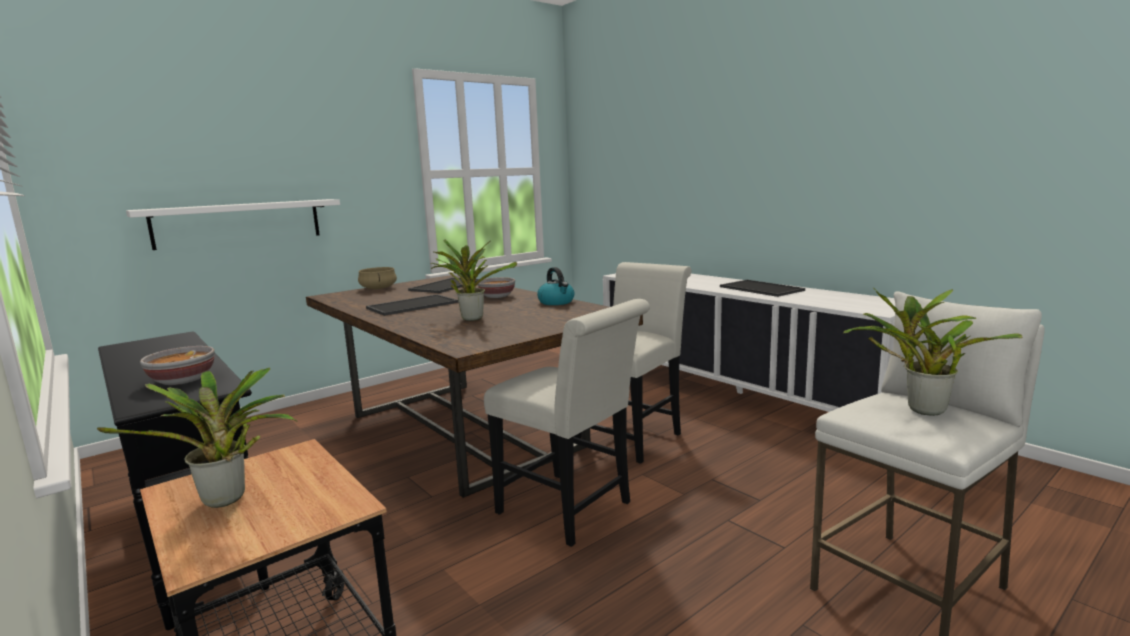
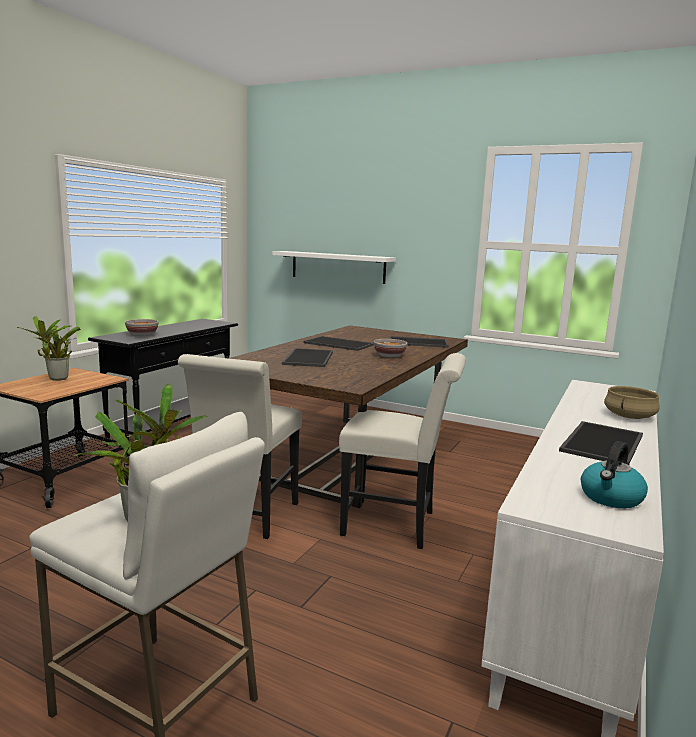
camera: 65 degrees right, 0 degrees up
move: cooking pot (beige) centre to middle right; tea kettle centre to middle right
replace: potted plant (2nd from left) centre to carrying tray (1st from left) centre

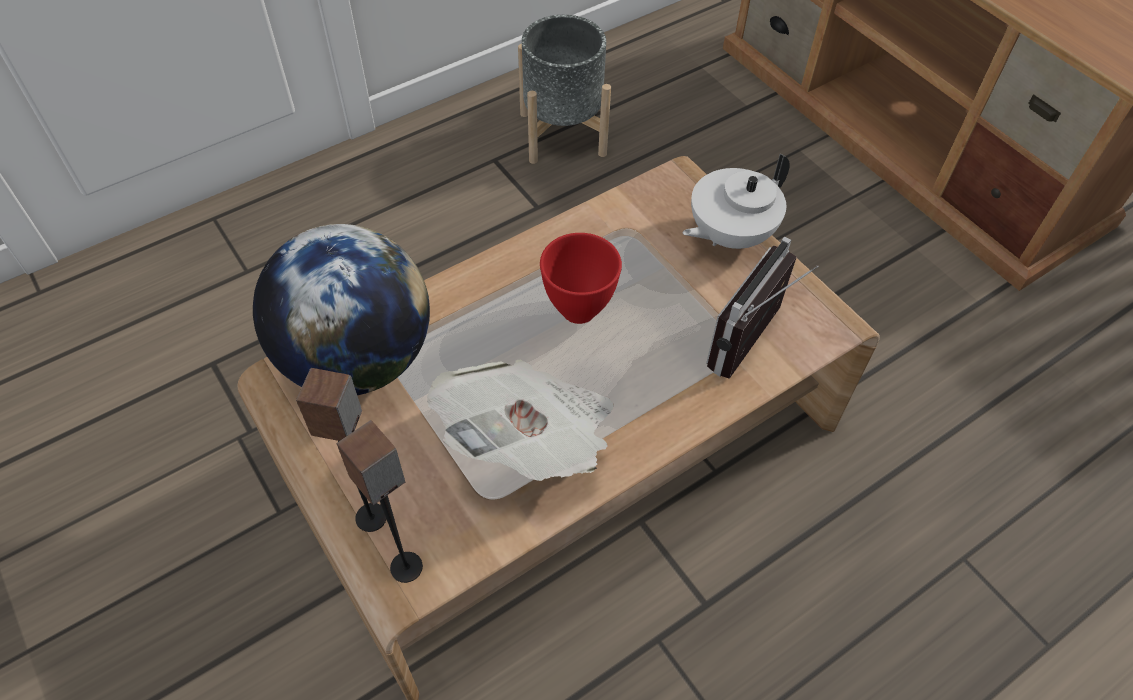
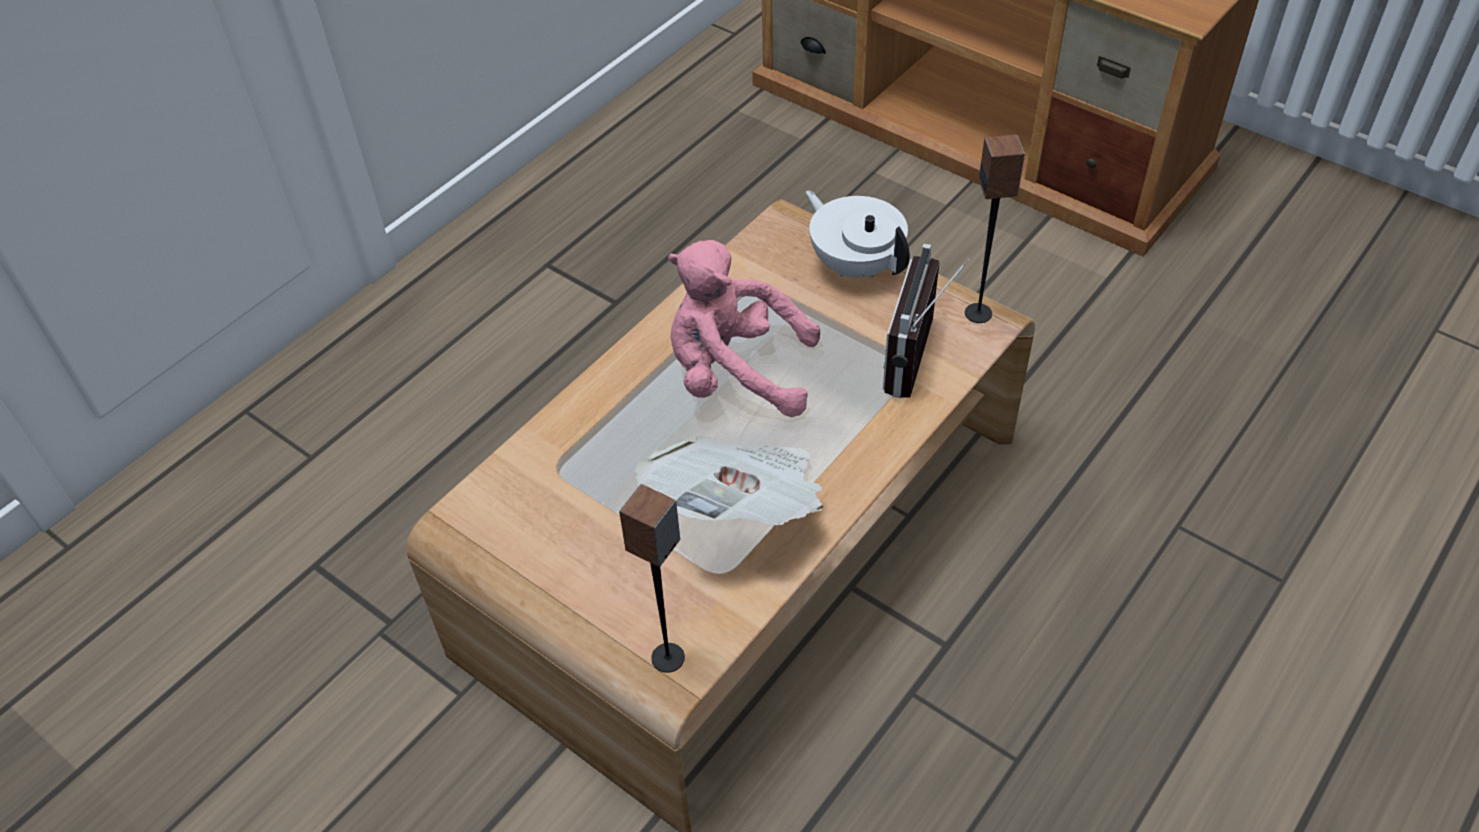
camera: 15 degrees left, 5 degrees down
delete: desk globe middle left; planter (gray) top centre
move: loudspeaker (1st from left in the first image) middle left to loudspeaker (2nd from left) top right
replace: bowl (reddish) centre to soft toy (pink) centre
rotate: pot for tea (white-coloured) top centre = top centre 105 degrees clockwise

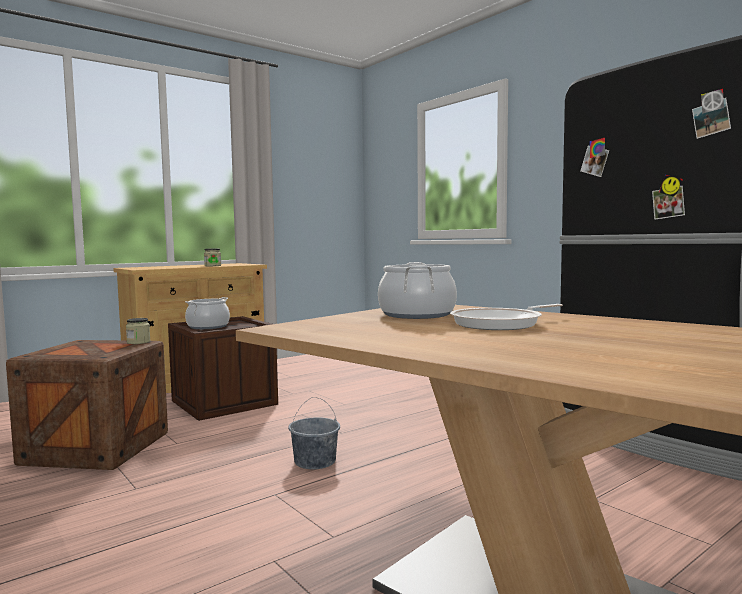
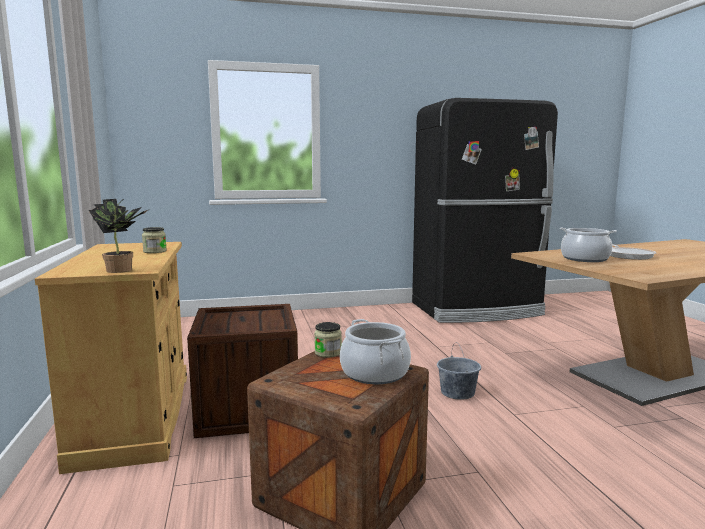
camera: 65 degrees left, 5 degrees up
insert: potted plant middle left
move: cooking pot (1st from left) middle left to centre

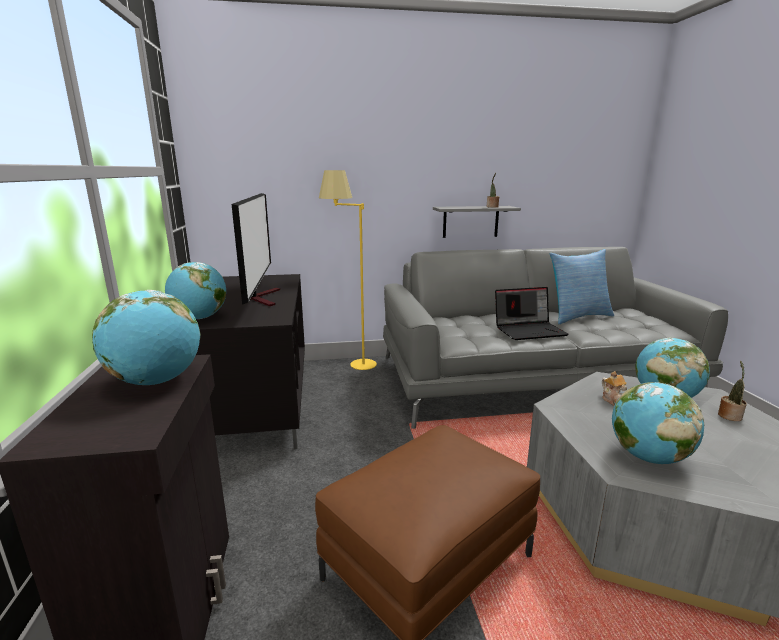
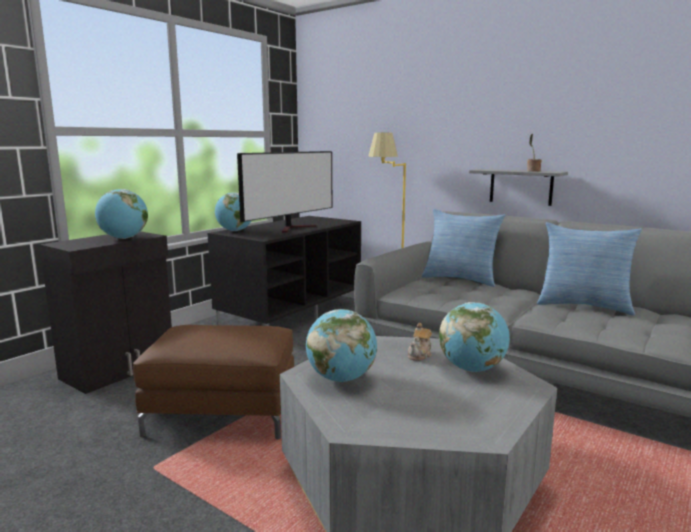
camera: 45 degrees right, 5 degrees down
delete: portable computer middle right; potted plant (2nd from left) middle right
insert: cushion (1st from left) middle right

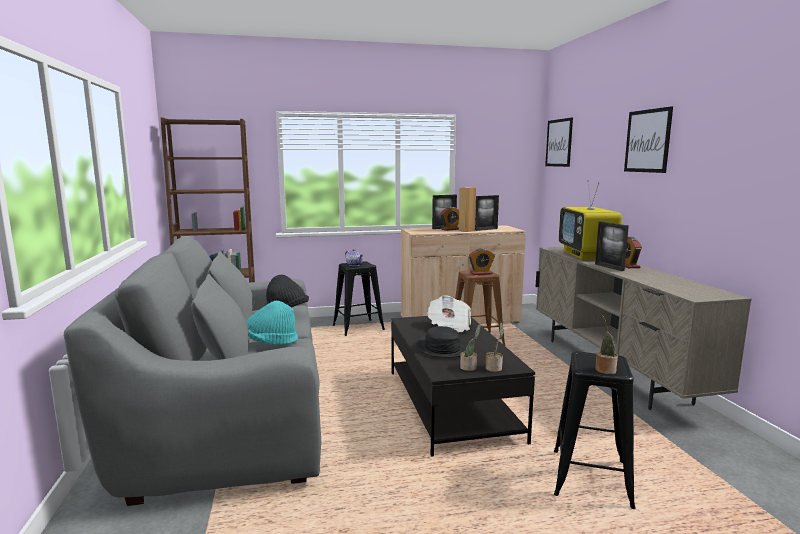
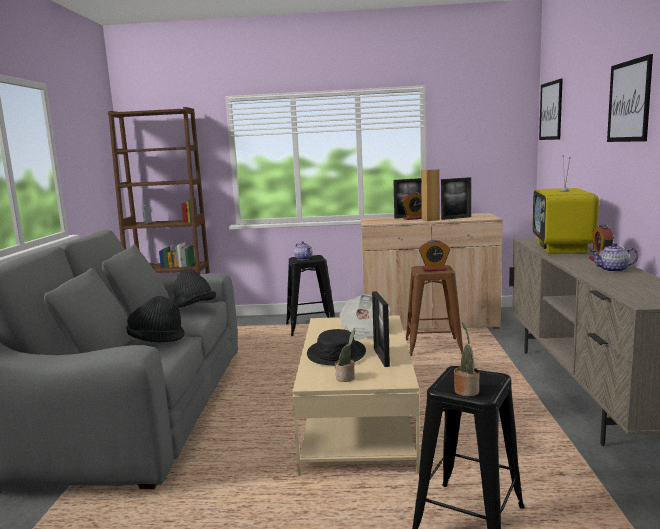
camera: 15 degrees right, 0 degrees up
delete: potted plant (2nd from left) centre
insert: pot for tea (2nd from left) middle right
move: picture frame (3rd from left in the first image) middle right to picture frame (1st from left) centre
recolor: clothing hat (turquoise-coloured) centre to clothing hat (black-coloured) (1st from left) middle left; coffee table (black-coloured) bottom centre to coffee table (beige) bottom centre

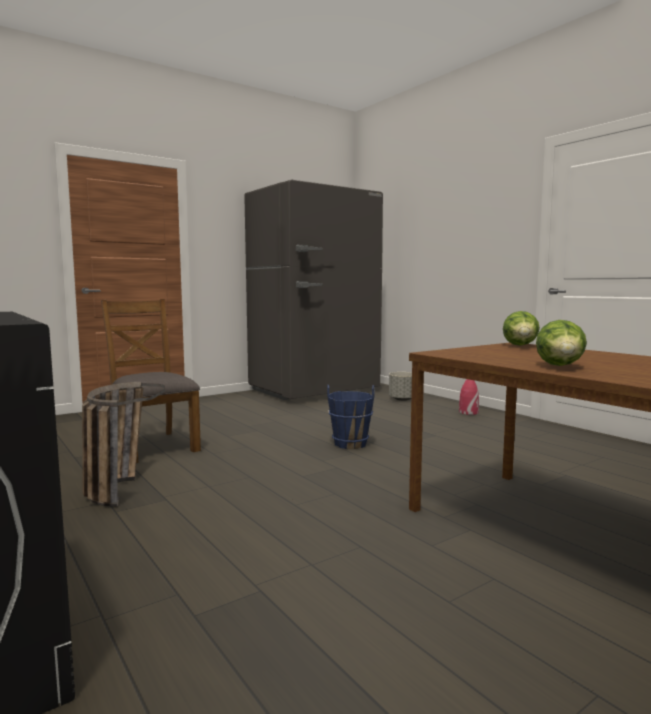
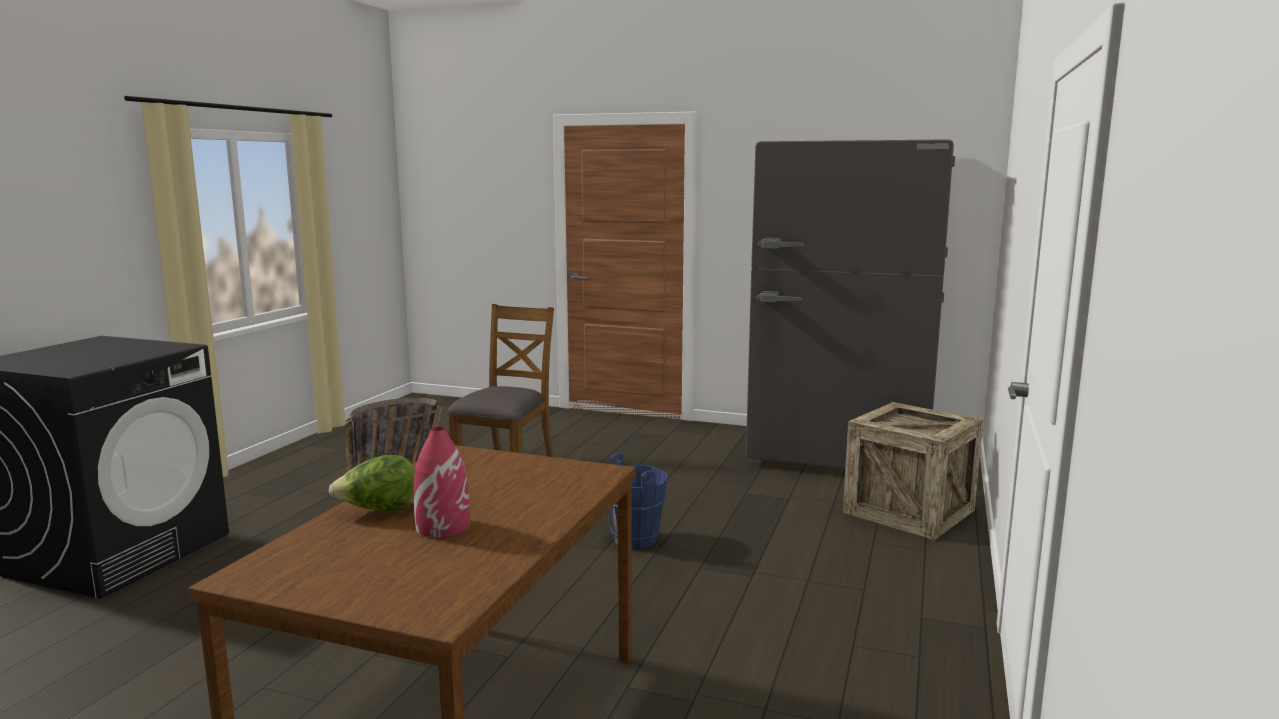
camera: 55 degrees right, 5 degrees up
delete: lettuce head (1st from left) middle right
move: vase (reddish) middle right to bottom centre
replace: planter (gray) centre to shipping crate middle right

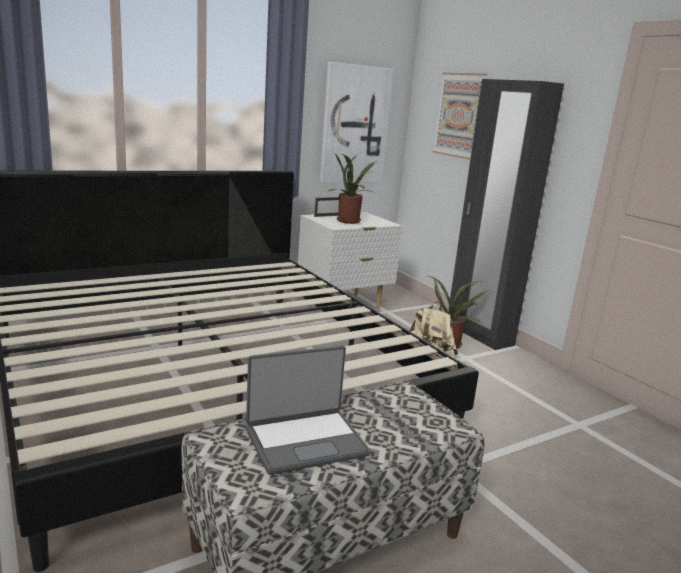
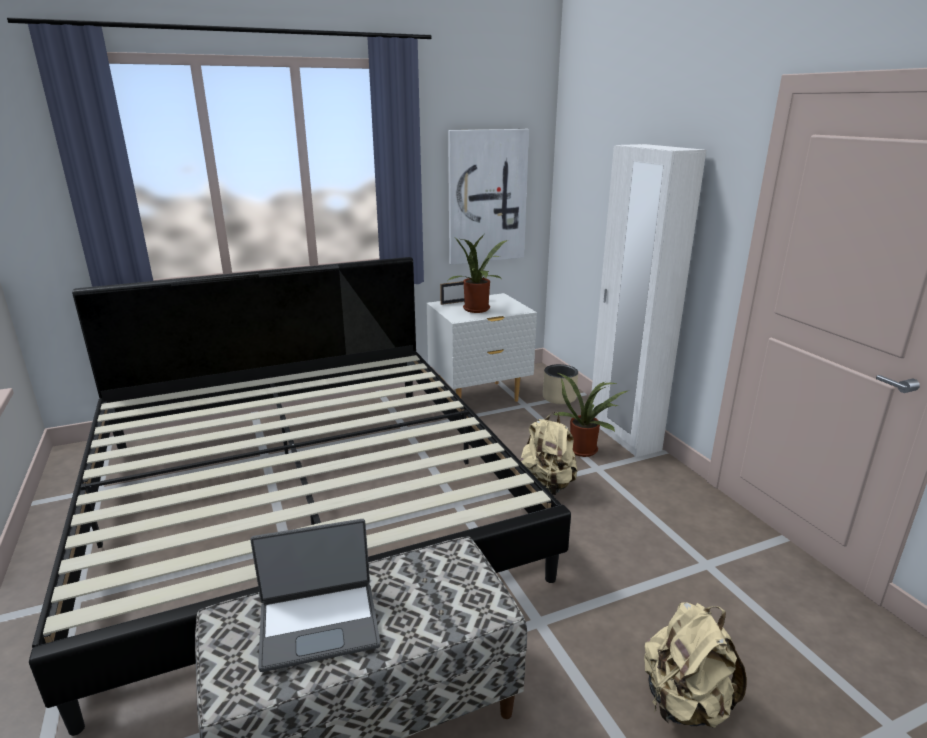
camera: 10 degrees right, 5 degrees up
delete: wall picture (2nd from left) top right
insert: planter (beige) centre; rucksack (beige) (2nd from left) bottom right
recolor: clothes cupboard (black-coloured) middle right to clothes cupboard (white-coloured) middle right

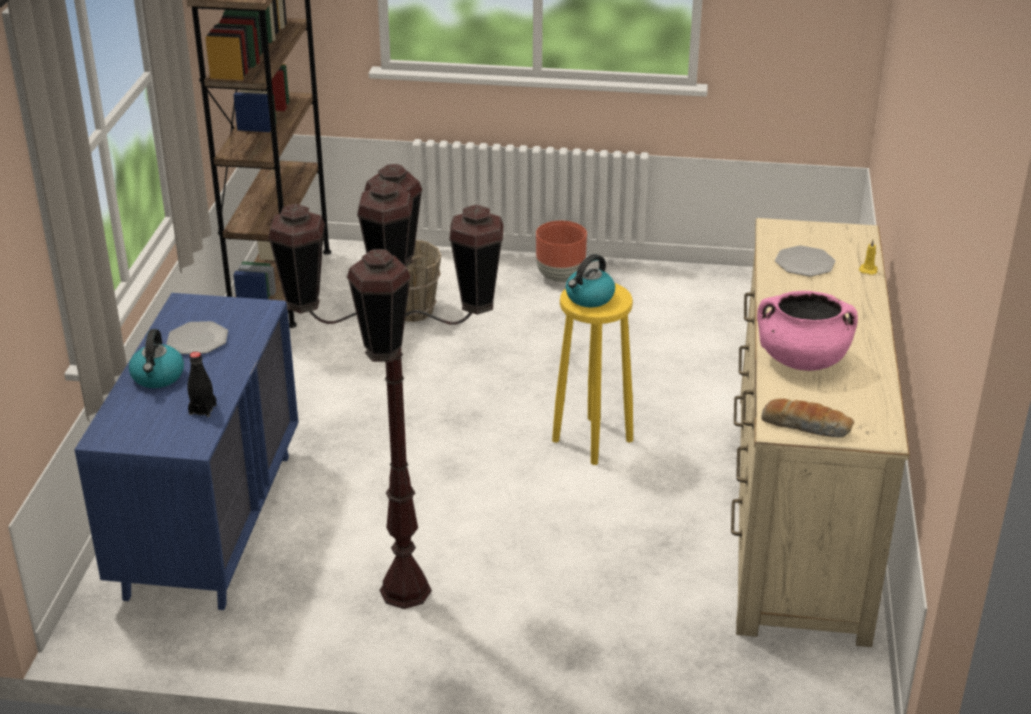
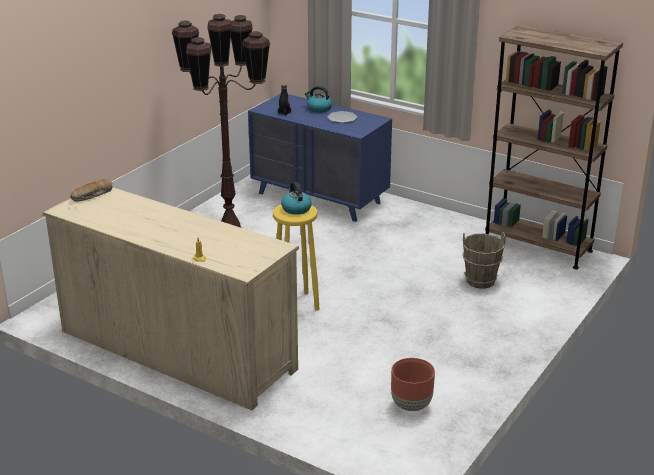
camera: 115 degrees right, 5 degrees down
delete: cooking pot (pink) middle right; plate (2nd from left) middle right
move: planter (brownish) centre to bottom centre

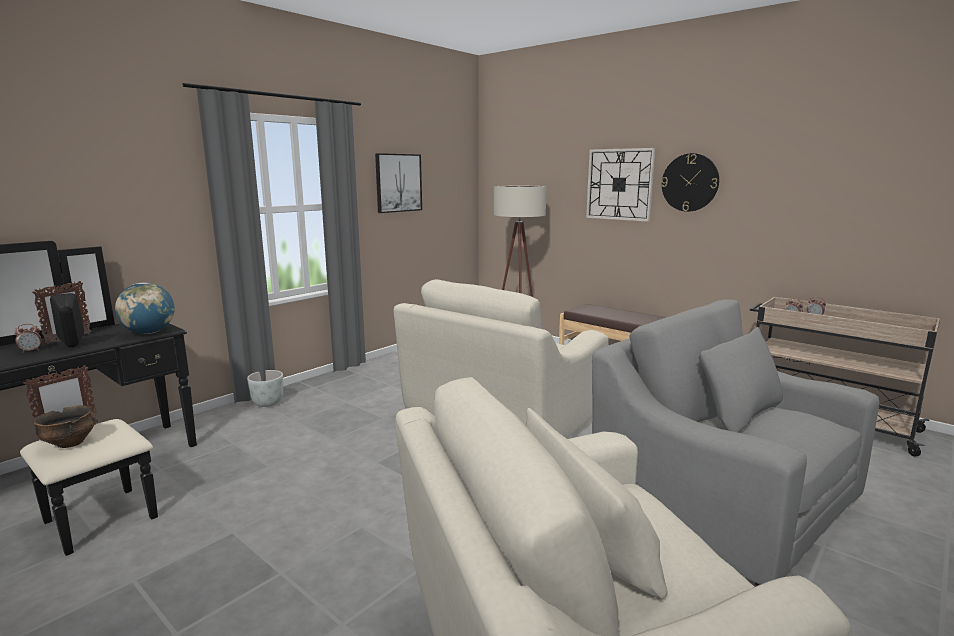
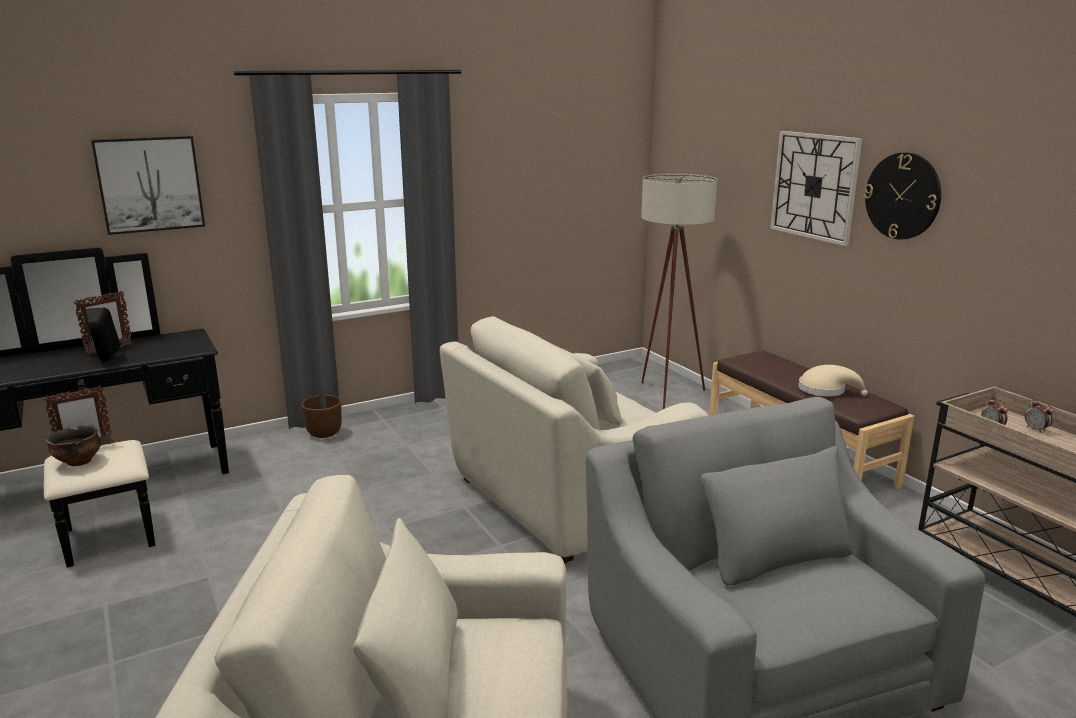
camera: 20 degrees right, 5 degrees up
delete: table clock (1st from left) middle left; desk globe middle left
insert: clothing hat (beige) middle right
move: wall picture top centre to top left
recolor: planter (gray) middle left to planter (brownish) middle left

